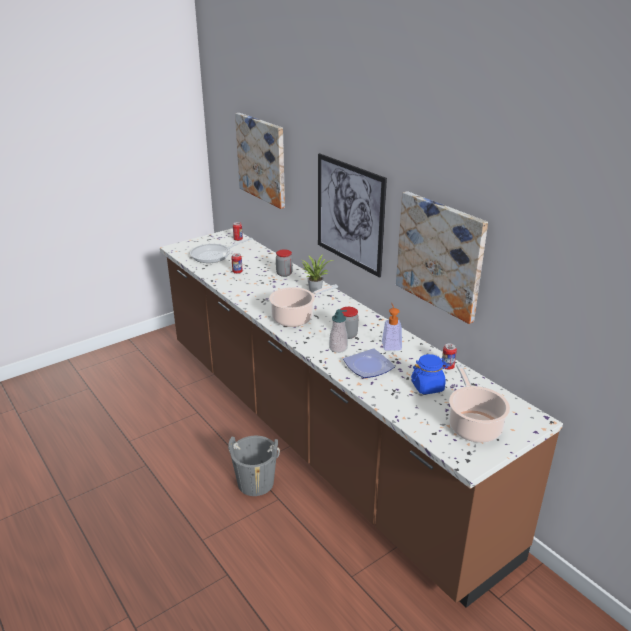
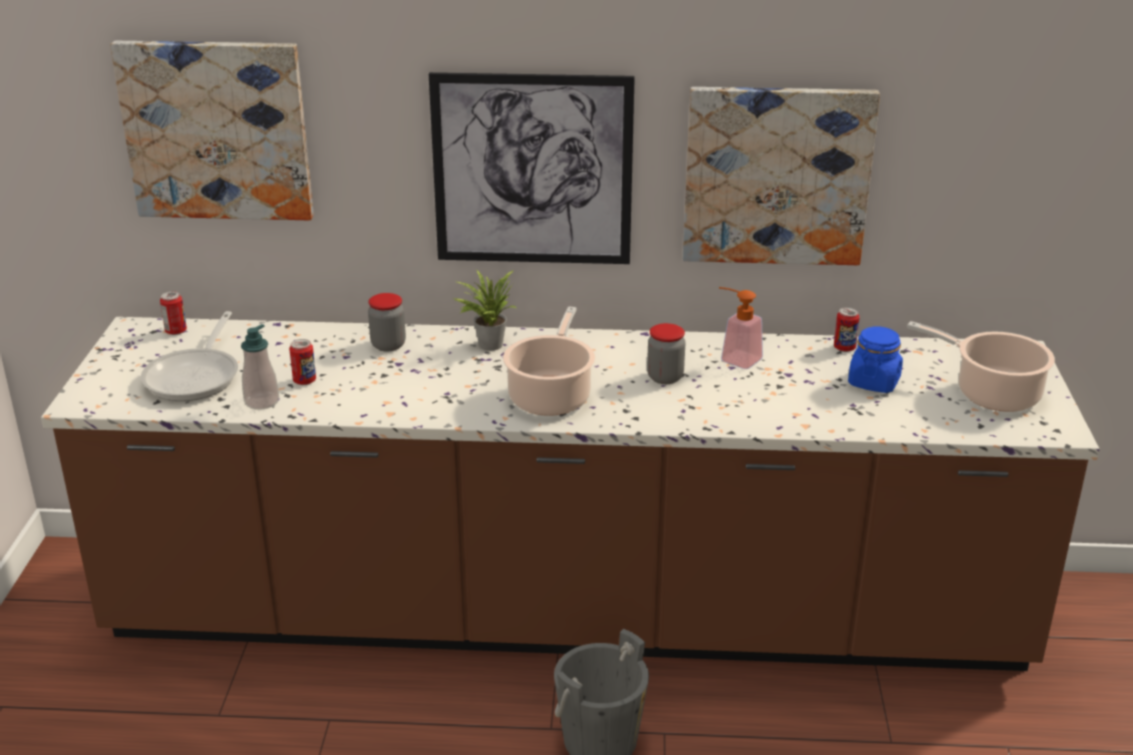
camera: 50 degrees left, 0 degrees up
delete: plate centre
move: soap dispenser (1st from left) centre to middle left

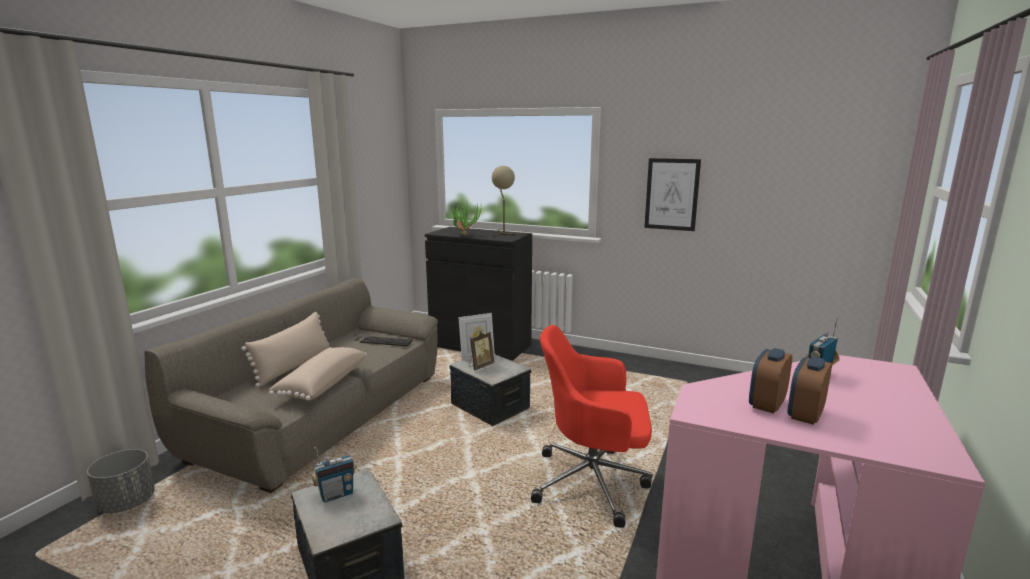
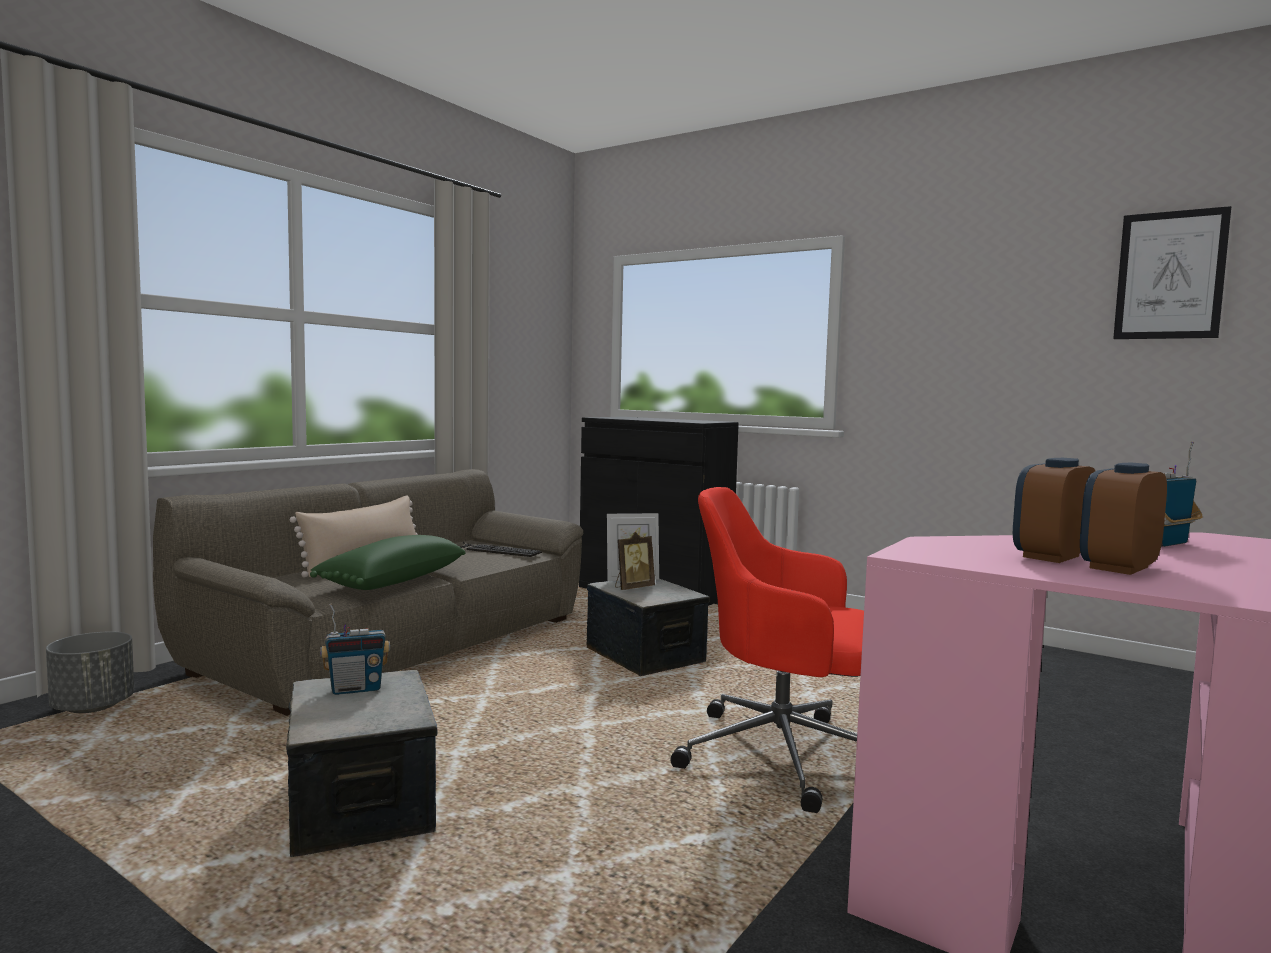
camera: 10 degrees right, 10 degrees down
delete: potted plant centre; lamp for a table (beige) centre
move: wall picture centre to top right
recolor: cushion (beige) (2nd from left) middle left to cushion (greenish) middle left

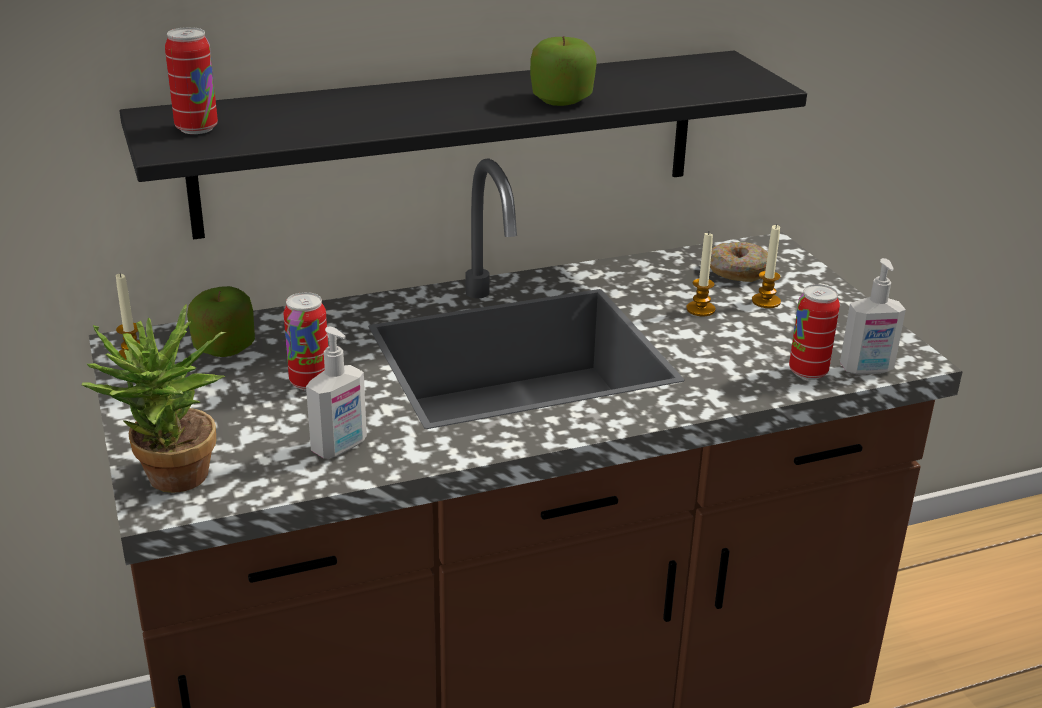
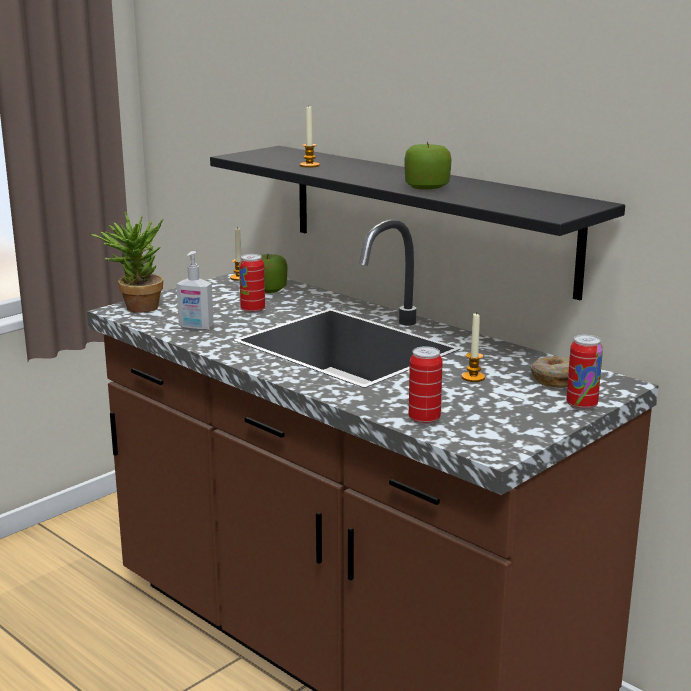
camera: 65 degrees right, 10 degrees down
delete: soap dispenser (2nd from left) middle right
move: can (1st from left in the first image) top left to can (3rd from left) middle right; candle (3rd from left in the first image) middle right to candle (2nd from left) top centre

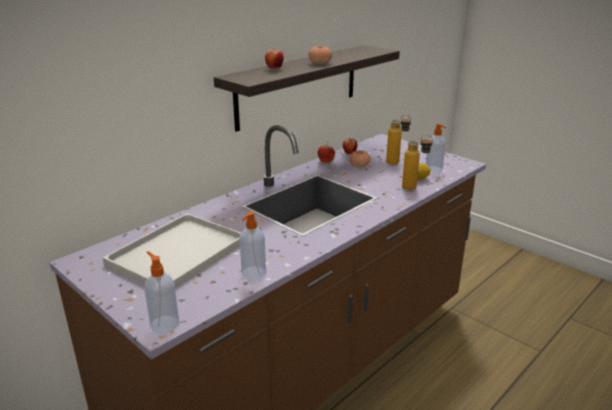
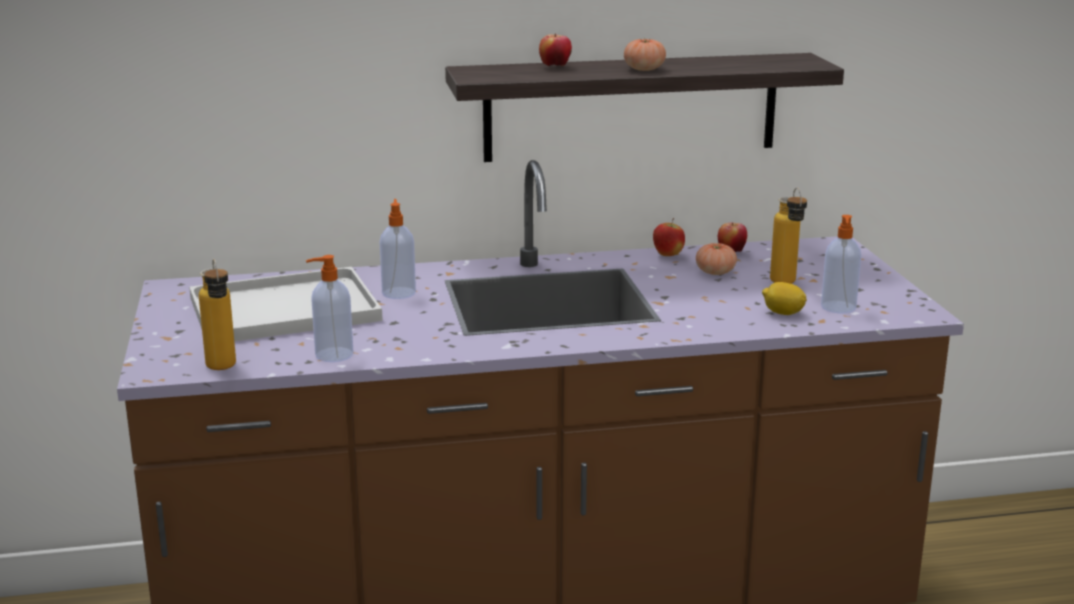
camera: 35 degrees right, 5 degrees down
move: soap dispenser (1st from left in the first image) bottom left to soap dispenser (2nd from left) centre; drink bottle (2nd from left in the first image) middle right to drink bottle (1st from left) middle left

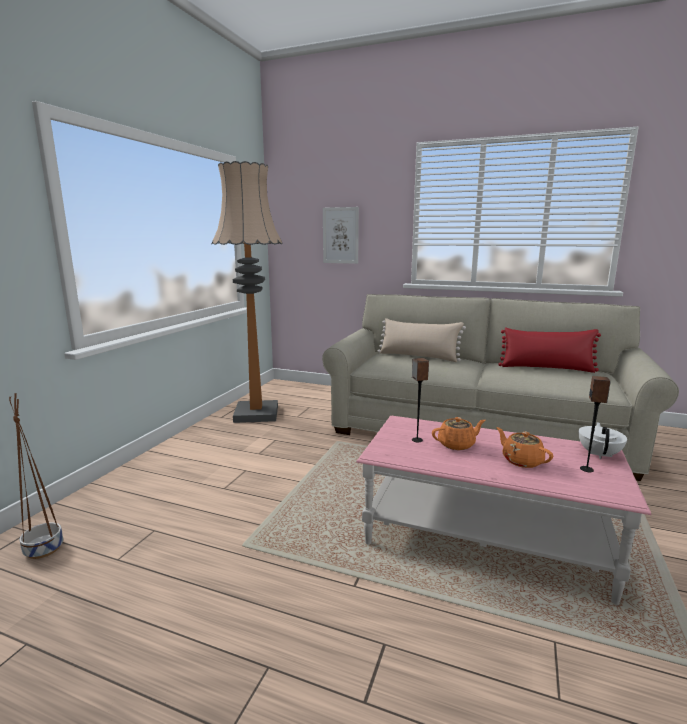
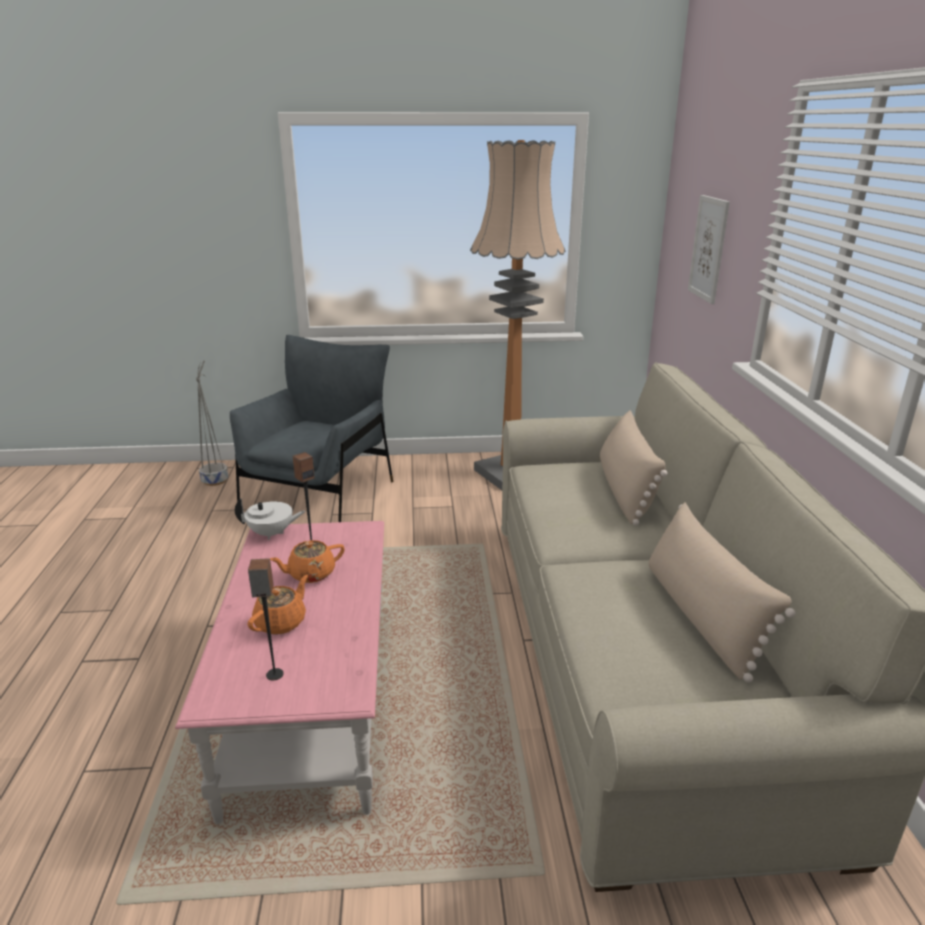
camera: 65 degrees right, 10 degrees up
insert: armchair (gray) centre
move: pot for tea (white-coloured) middle right to middle left
recolor: planter (brownish) middle left to planter (gray) middle left; cushion (reddish) middle right to cushion (beige) (2nd from left) middle right
rotate: pot for tea (orange-coloured) (1st from left in the first image) middle right = middle left 105 degrees clockwise

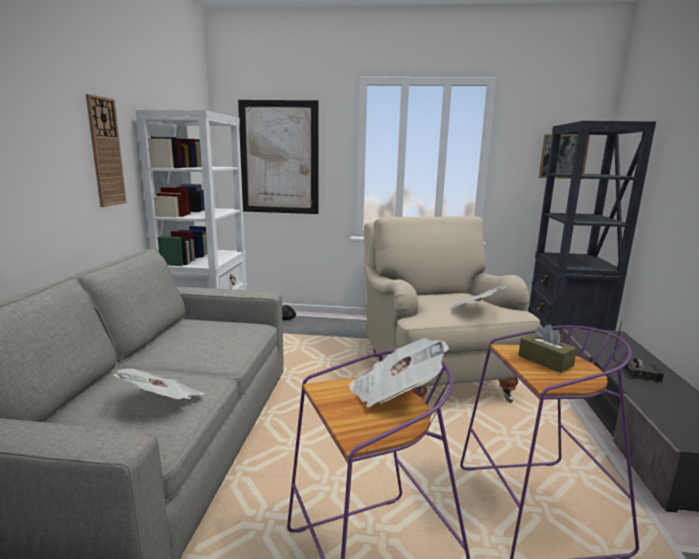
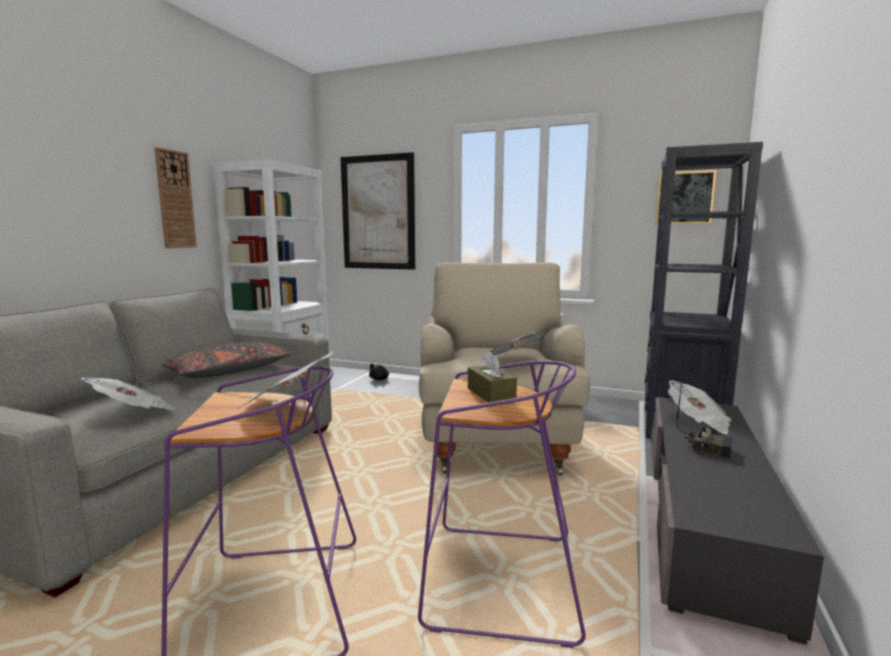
camera: 15 degrees right, 5 degrees down
insert: cushion (gray) middle left; daily paper (4th from left) middle right

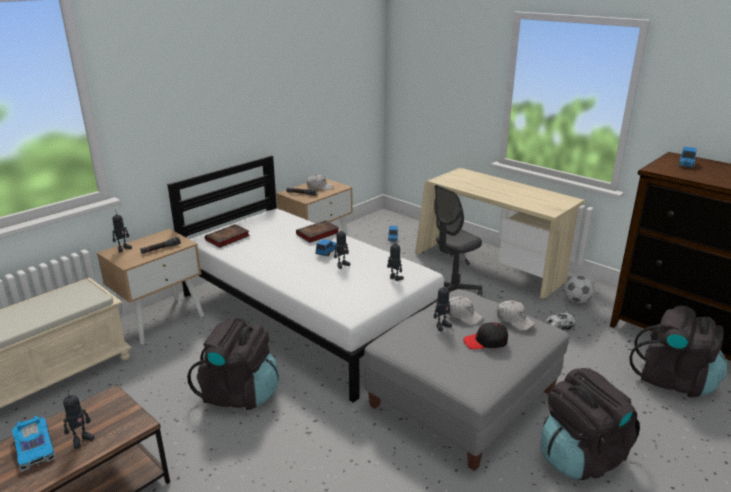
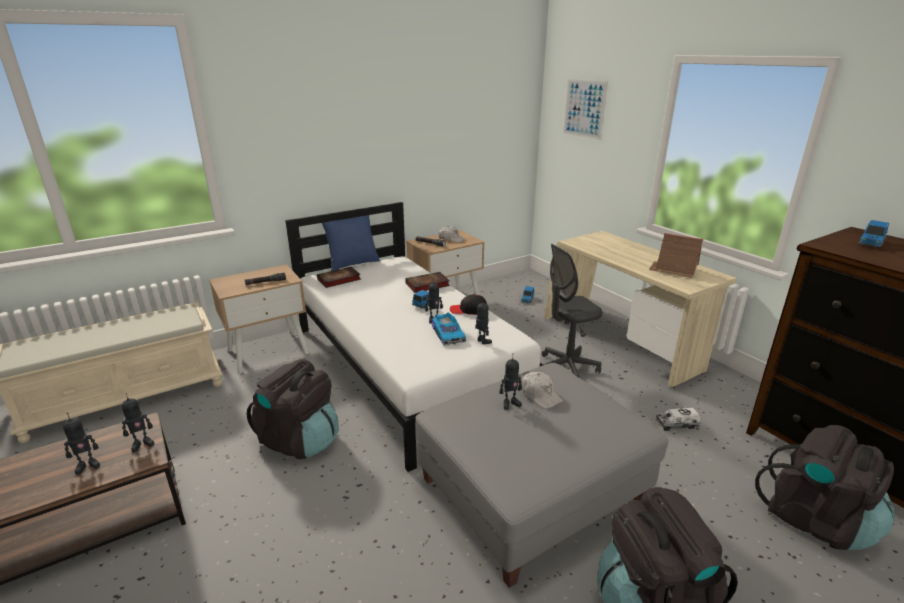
camera: 15 degrees right, 0 degrees up
delete: baseball cap (white-coloured) (3rd from left) middle right; football ball middle right
insert: cushion (bluish) centre; wall picture top centre; model house middle right
move: model car (1st from left in the first image) bottom left to model car (2nd from left) centre; robot figure (2nd from left) middle left to bottom left; baseball cap (black-coloured) bottom centre to centre

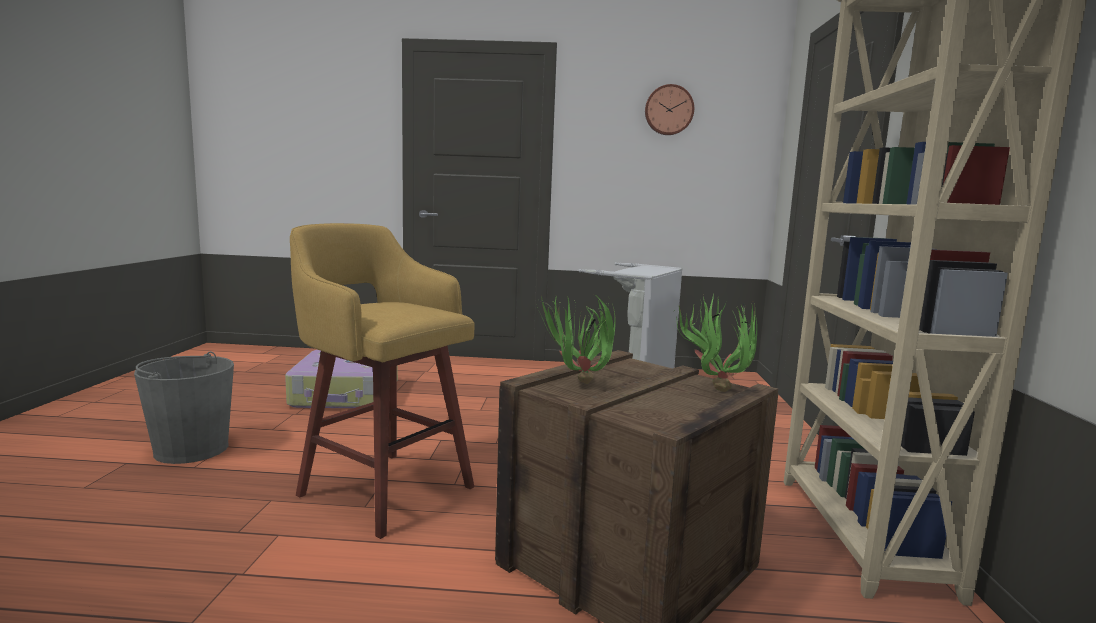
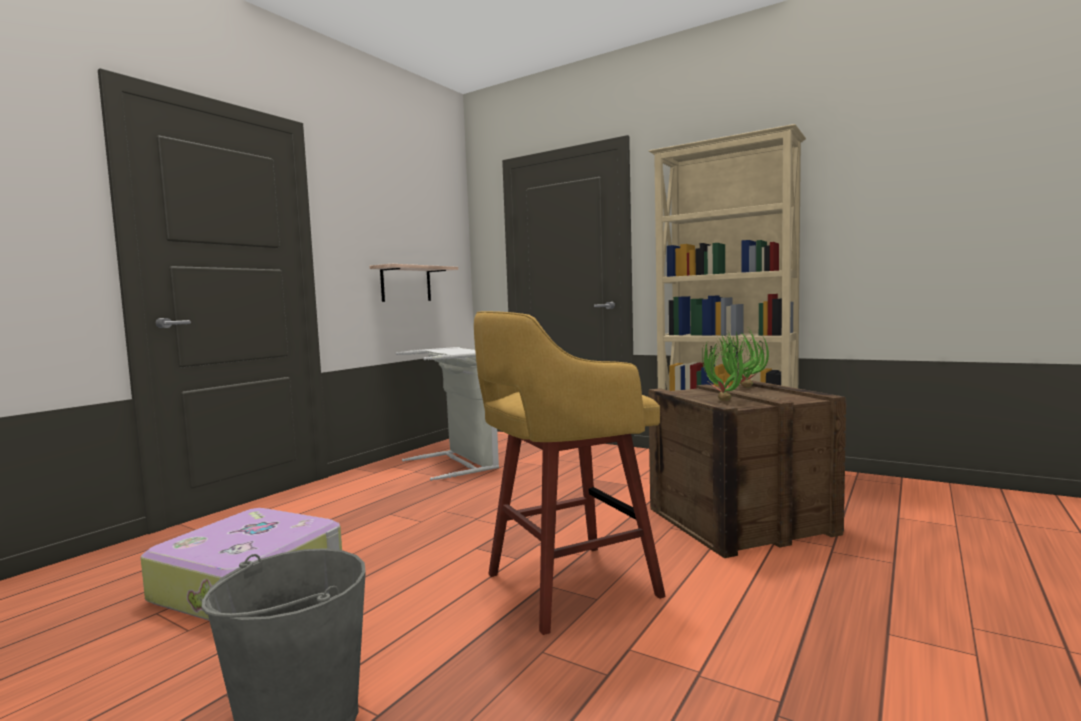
camera: 60 degrees left, 5 degrees down
delete: wall clock top centre
insert: shelf centre

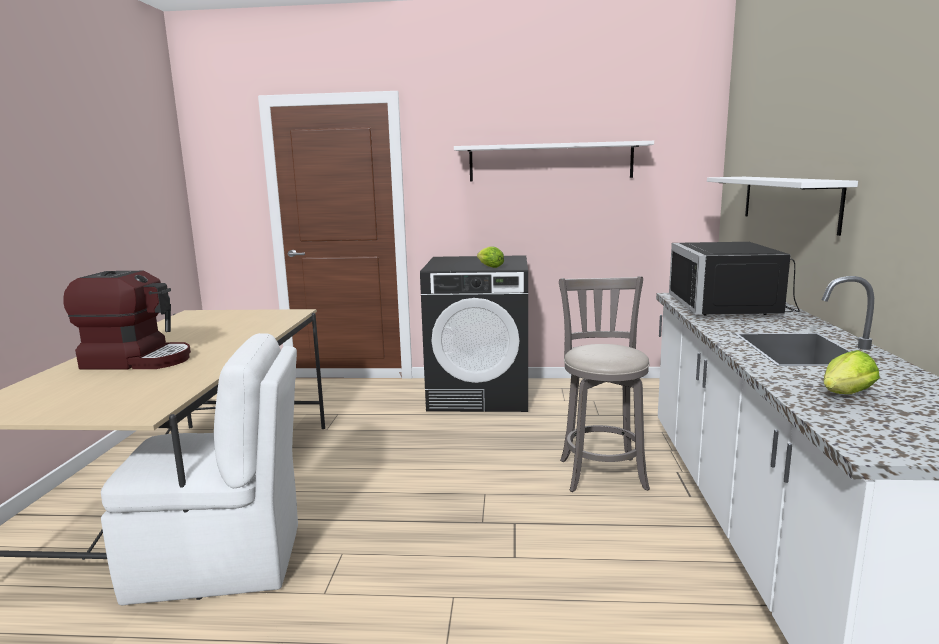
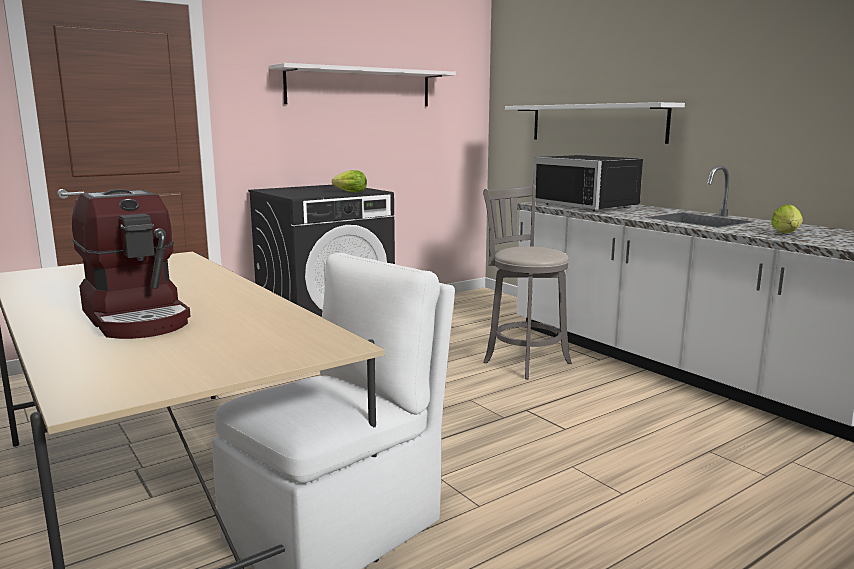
camera: 40 degrees left, 0 degrees up
rotate: coffee machine middle left = middle left 90 degrees clockwise

